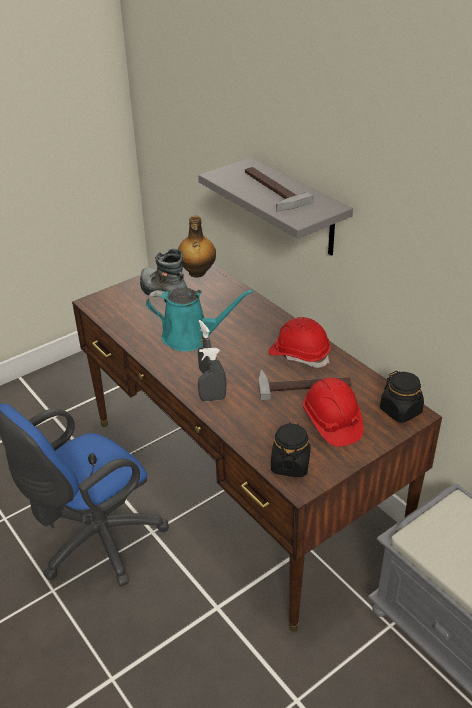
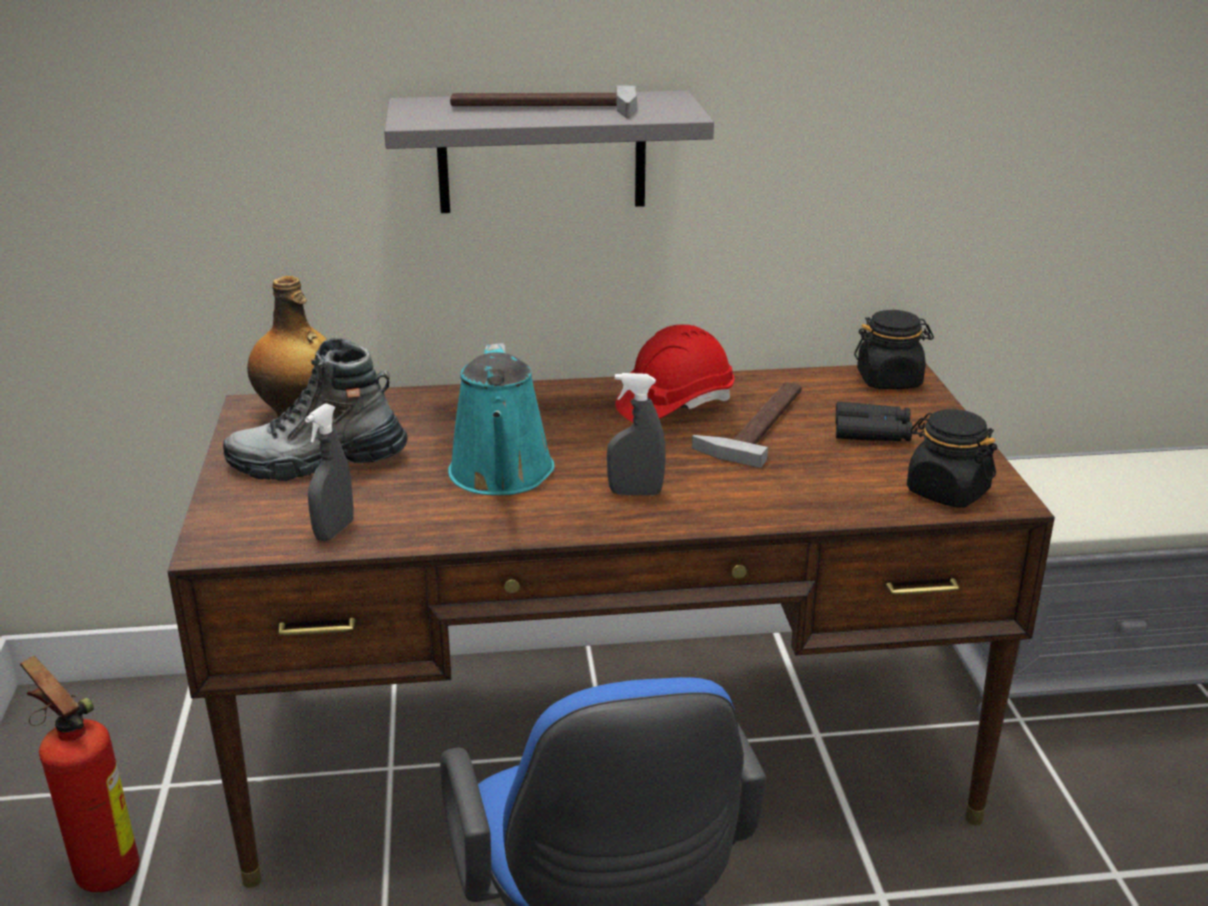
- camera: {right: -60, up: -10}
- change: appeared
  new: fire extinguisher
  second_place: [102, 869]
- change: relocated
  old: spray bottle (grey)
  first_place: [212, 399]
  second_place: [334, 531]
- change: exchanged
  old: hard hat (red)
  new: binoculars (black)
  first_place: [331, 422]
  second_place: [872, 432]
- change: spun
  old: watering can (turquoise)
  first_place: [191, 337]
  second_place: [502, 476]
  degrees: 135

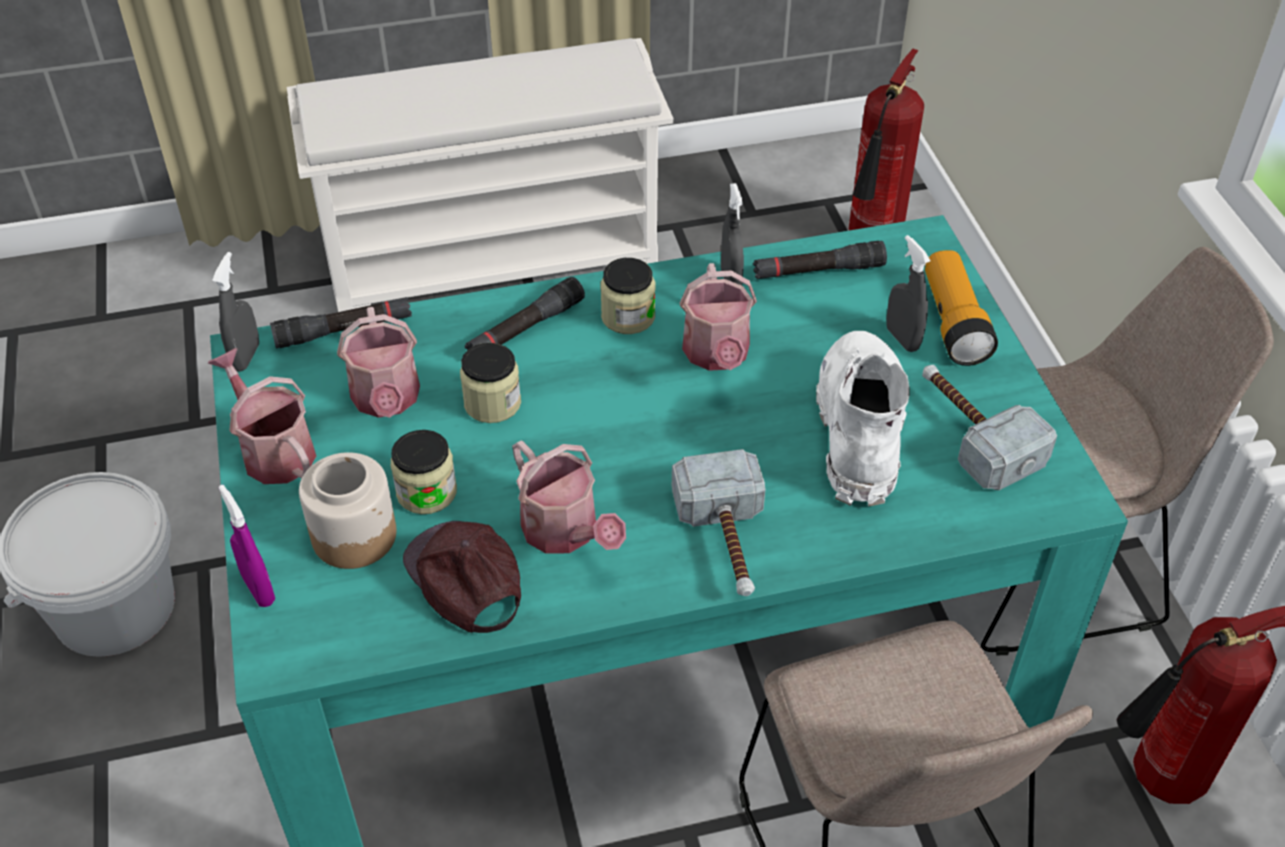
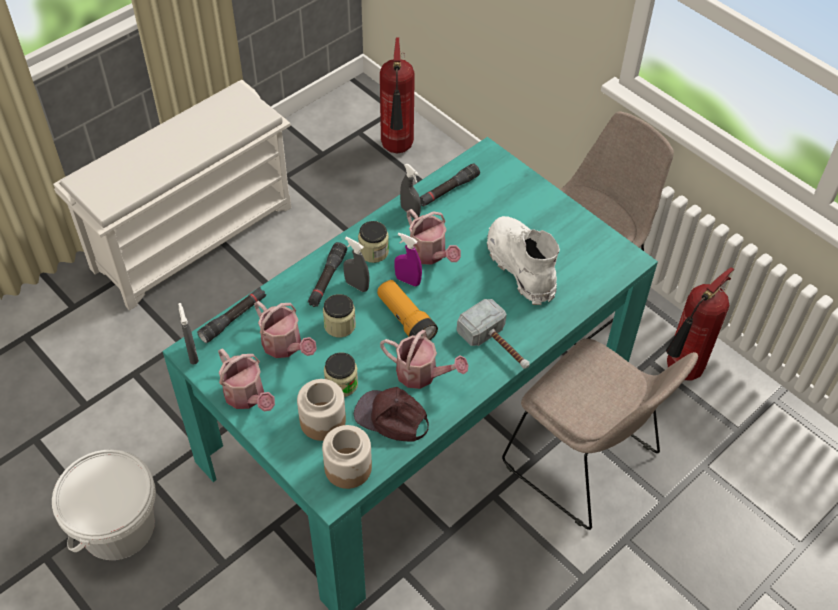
- camera: {right: -30, up: 5}
- change: missing
  old: hammer
  first_place: [971, 433]
- change: appeared
  new: jar
  second_place: [348, 467]
- change: relocated
  old: spray bottle (purple)
  first_place: [259, 589]
  second_place: [407, 280]
- change: relocated
  old: spray bottle (grey)
  first_place: [902, 338]
  second_place: [357, 285]
- change: relocated
  old: flashlight
  first_place: [953, 323]
  second_place: [405, 320]
- change: spun
  old: watering can
  first_place: [273, 450]
  second_place: [247, 397]
  degrees: -150

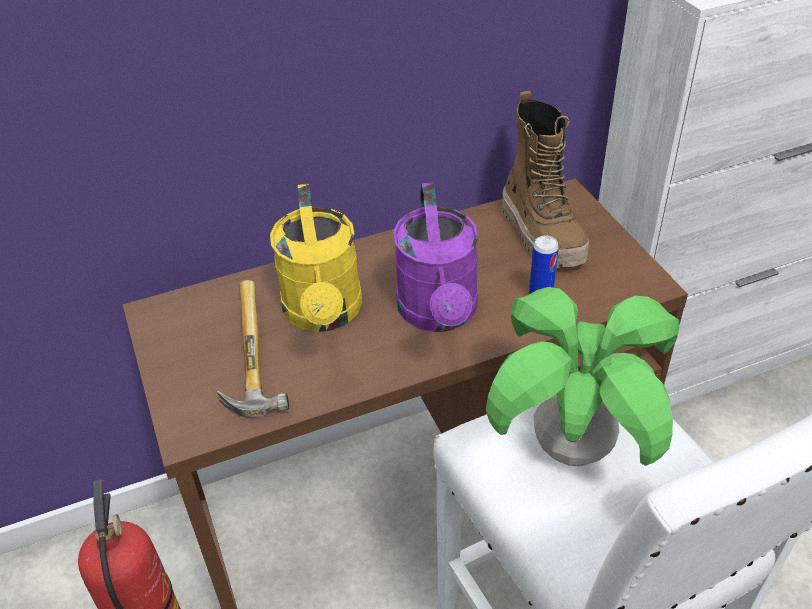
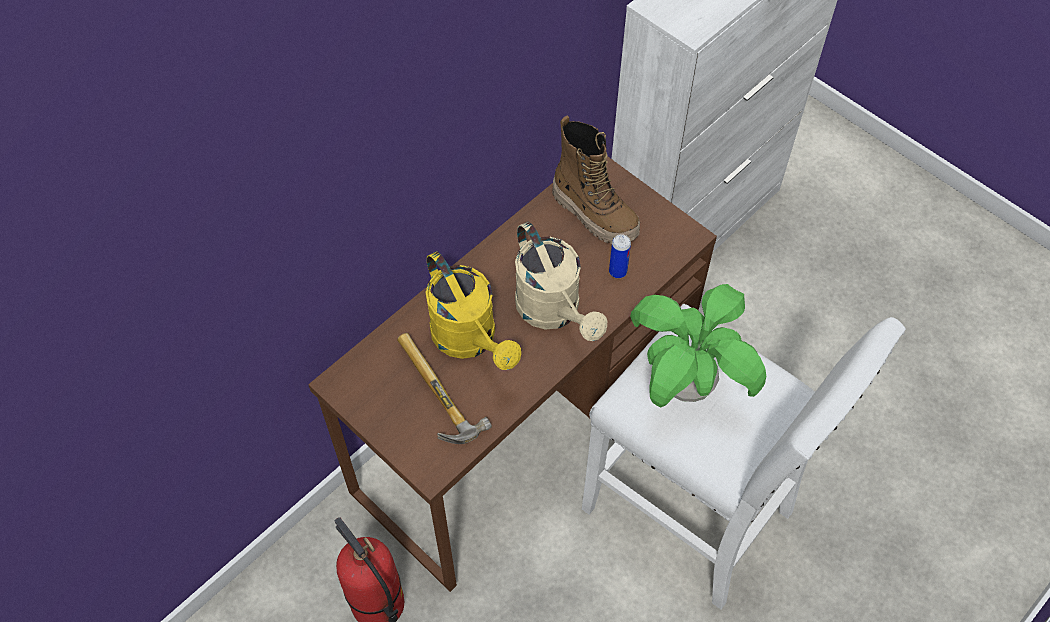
- camera: {right: -25, up: 15}
- change: colour
  old: watering can (purple)
  new: watering can (beige)
  first_place: [439, 314]
  second_place: [554, 312]

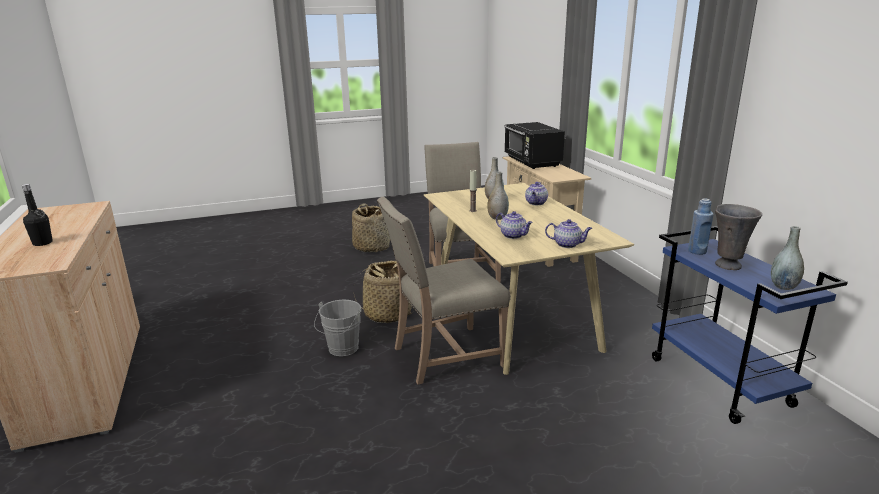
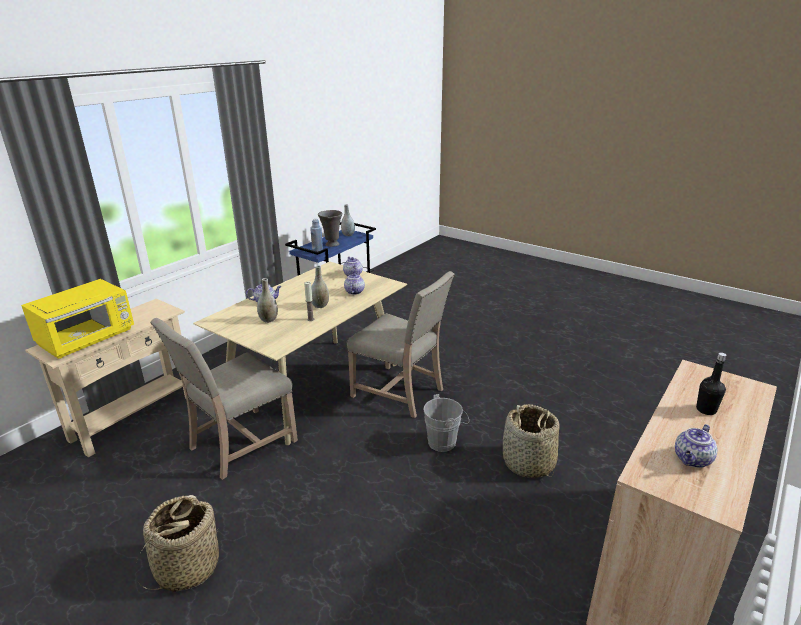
- camera: {right: -125, up: 5}
- change: appeared
  new: teapot
  second_place: [692, 460]
- change: relocated
  old: basket
  first_place: [387, 314]
  second_place: [528, 463]
- change: colour
  old: microwave (black)
  new: microwave (yellow)
  first_place: [532, 162]
  second_place: [88, 339]

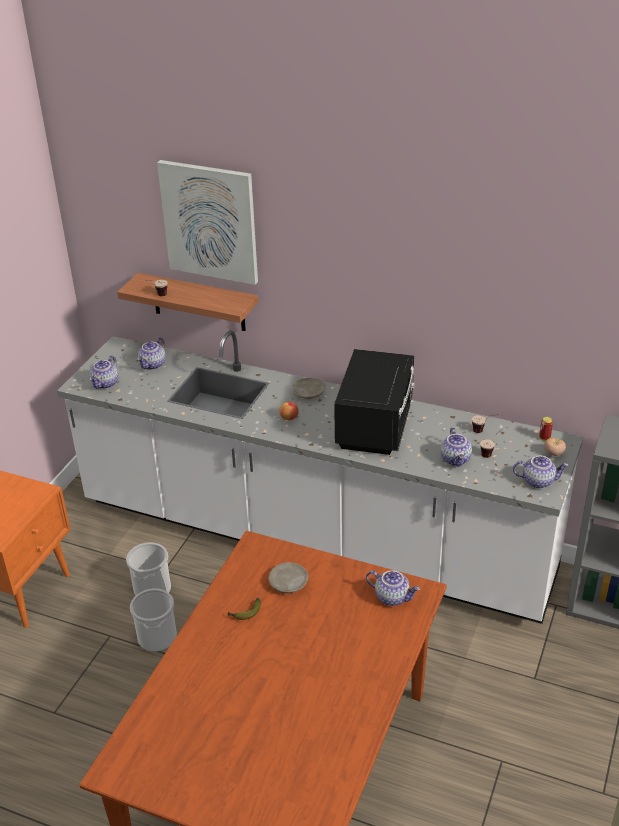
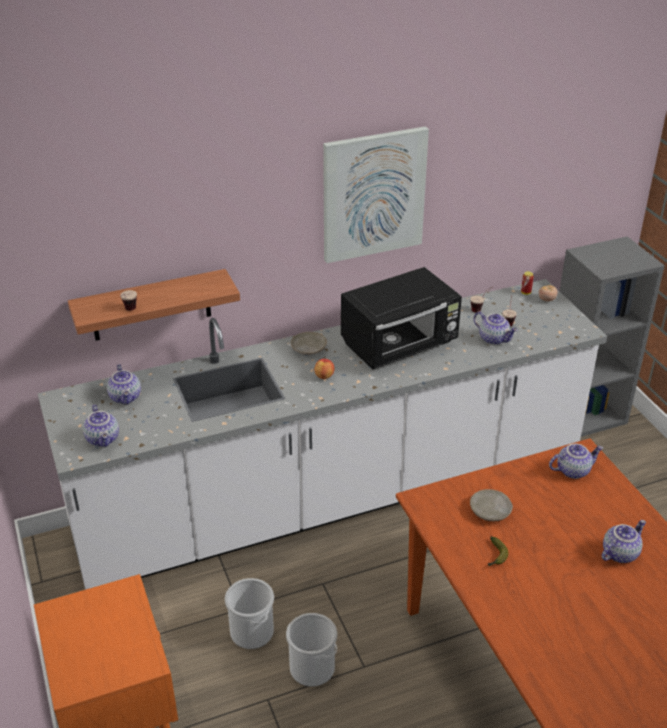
- camera: {right: -45, up: 0}
- change: relocated
  old: picture
  first_place: [210, 221]
  second_place: [373, 194]
- change: relocated
  old: teapot
  first_place: [538, 481]
  second_place: [619, 553]
- change: spun
  old: microwave (black)
  first_place: [376, 425]
  second_place: [400, 345]
  degrees: 90

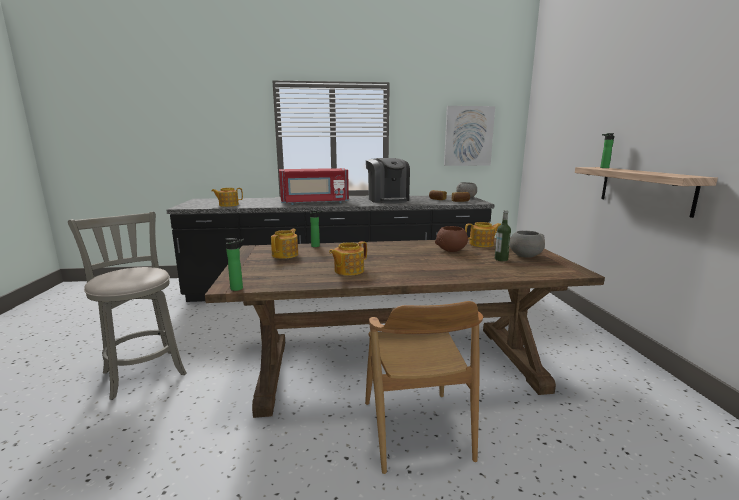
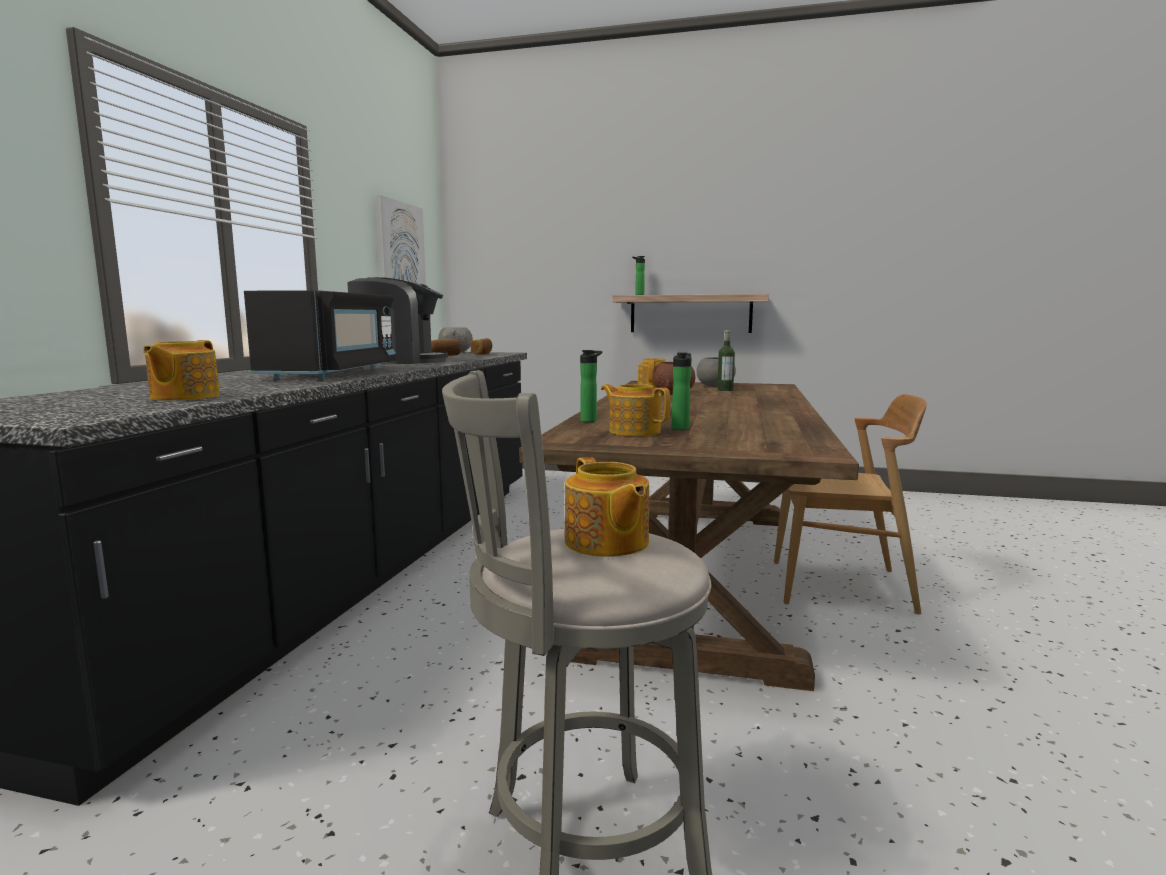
- camera: {right: -70, up: -5}
- change: relocated
  old: bottle
  first_place: [238, 288]
  second_place: [681, 428]
- change: relocated
  old: teapot
  first_place: [348, 271]
  second_place: [606, 543]
- change: colour
  old: microwave (red)
  new: microwave (black)
  first_place: [314, 202]
  second_place: [332, 373]

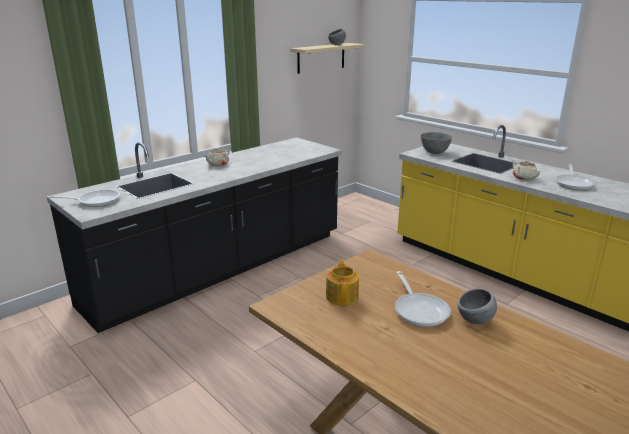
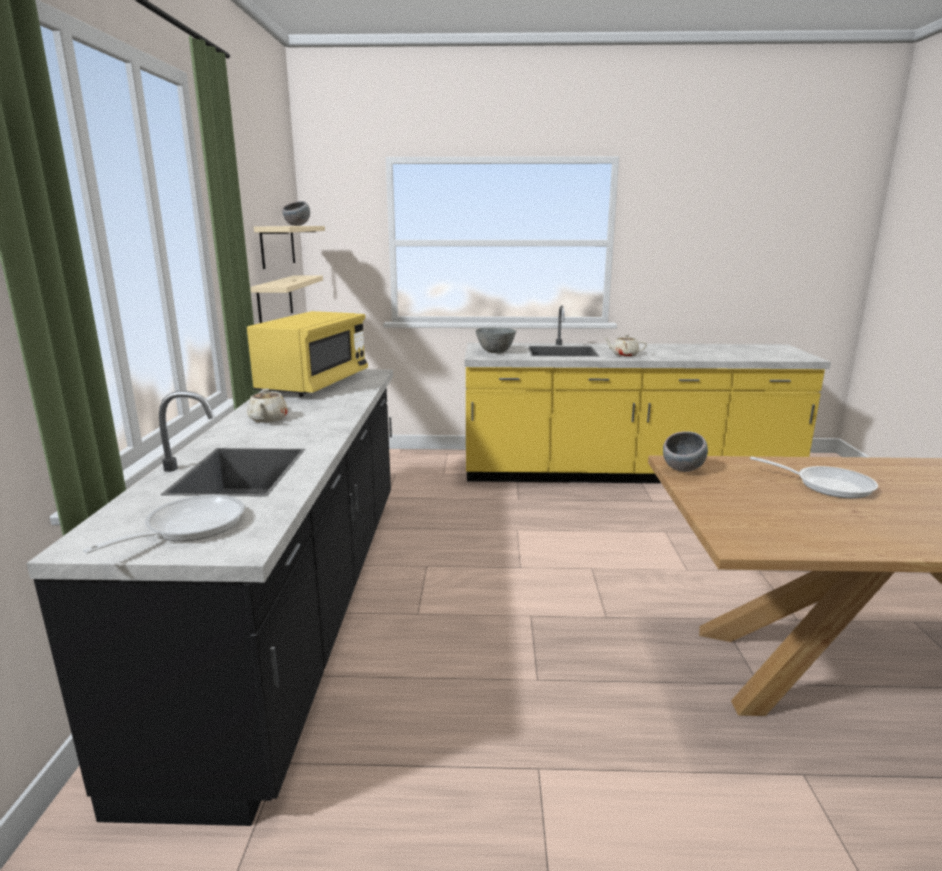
- camera: {right: -45, up: -5}
- change: missing
  old: teapot
  first_place: [342, 296]
- change: missing
  old: frying pan
  first_place: [573, 183]
- change: appeared
  new: microwave (yellow)
  second_place: [314, 384]
- change: appeared
  new: shelf (beige)
  second_place: [275, 300]
- change: relocated
  old: bowl (grey)
  first_place: [475, 320]
  second_place: [683, 470]

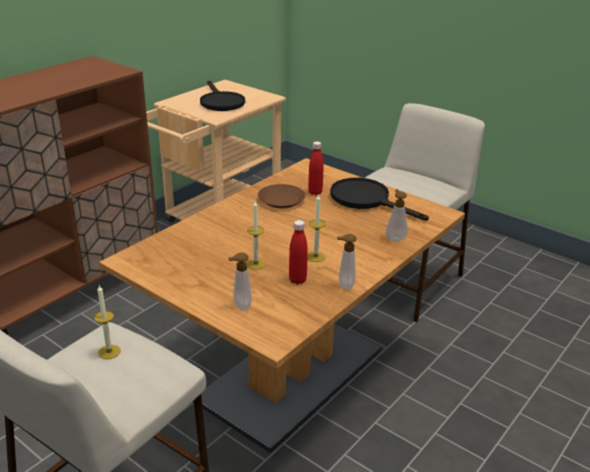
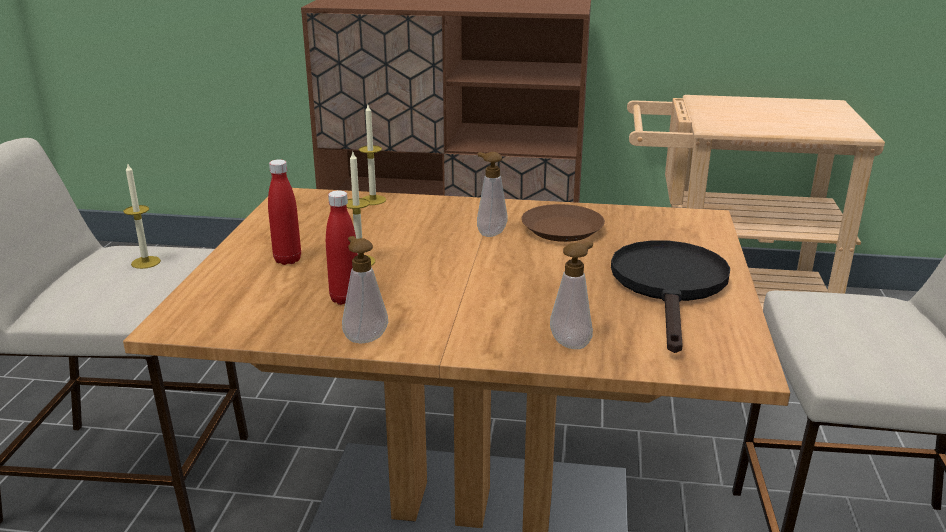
- camera: {right: 60, up: -5}
- change: missing
  old: frying pan (black)
  first_place: [220, 102]
- change: relocated
  old: soap dispenser
  first_place: [240, 306]
  second_place: [489, 233]
- change: relocated
  old: candle
  first_place: [315, 257]
  second_place: [373, 200]
- change: relocated
  old: bottle (red)
  first_place: [315, 192]
  second_place: [287, 260]

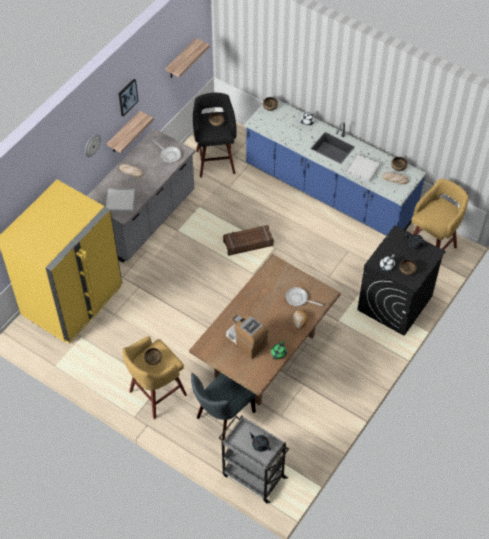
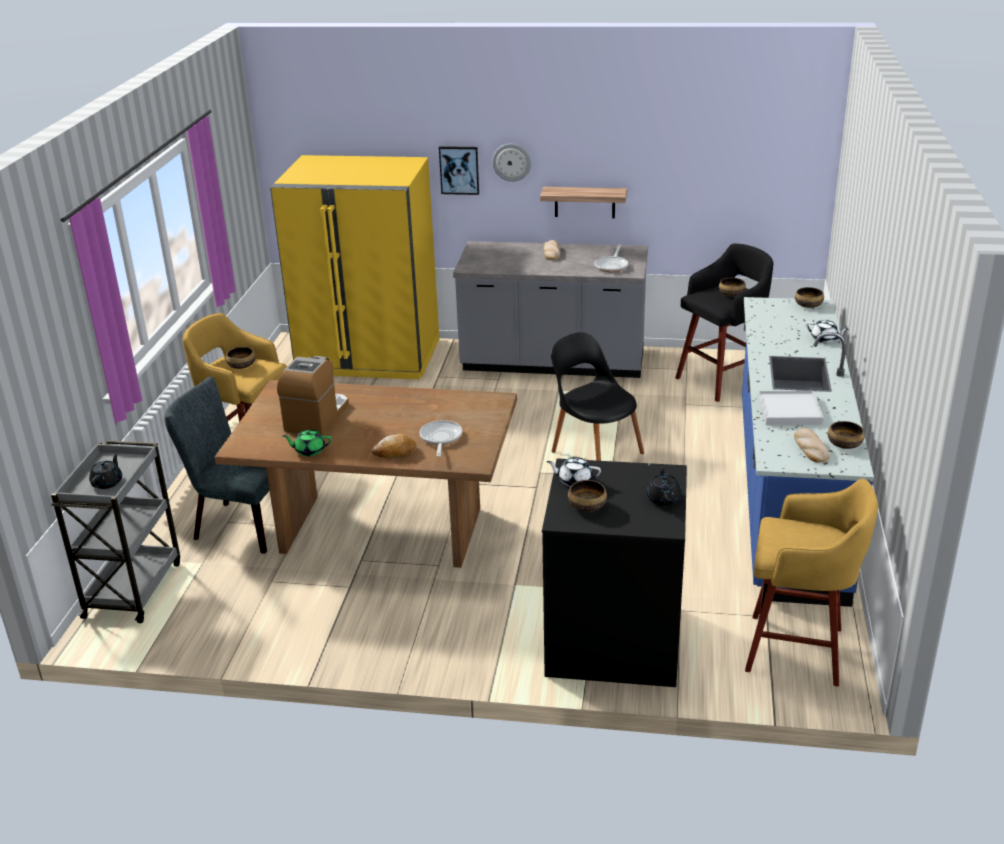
- camera: {right: 65, up: -25}
- change: missing
  old: tray (white)
  first_place: [120, 201]
- change: missing
  old: shelf
  first_place: [181, 59]
- change: relocated
  old: picture
  first_place: [127, 97]
  second_place: [459, 170]
- change: exchanged
  old: crate
  new: chair (black)
  first_place: [248, 243]
  second_place: [595, 450]

